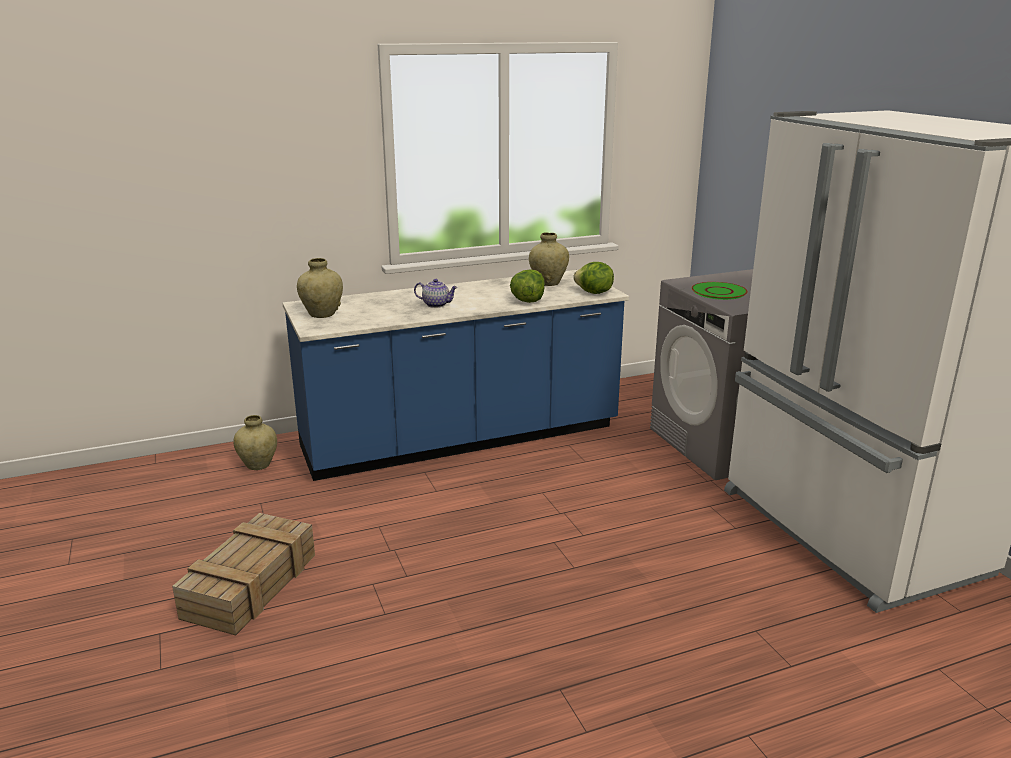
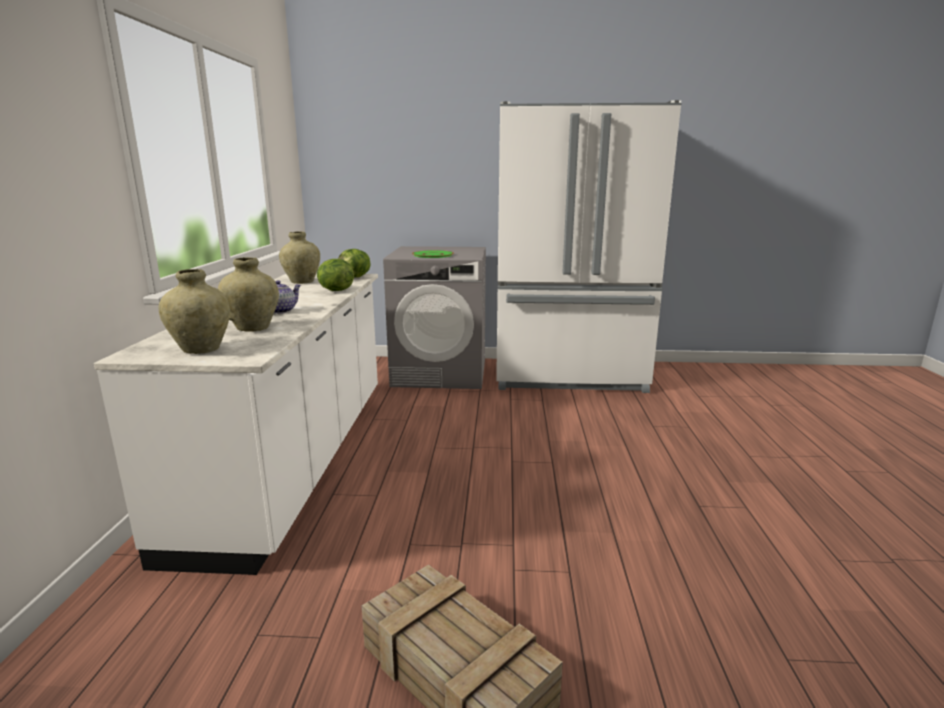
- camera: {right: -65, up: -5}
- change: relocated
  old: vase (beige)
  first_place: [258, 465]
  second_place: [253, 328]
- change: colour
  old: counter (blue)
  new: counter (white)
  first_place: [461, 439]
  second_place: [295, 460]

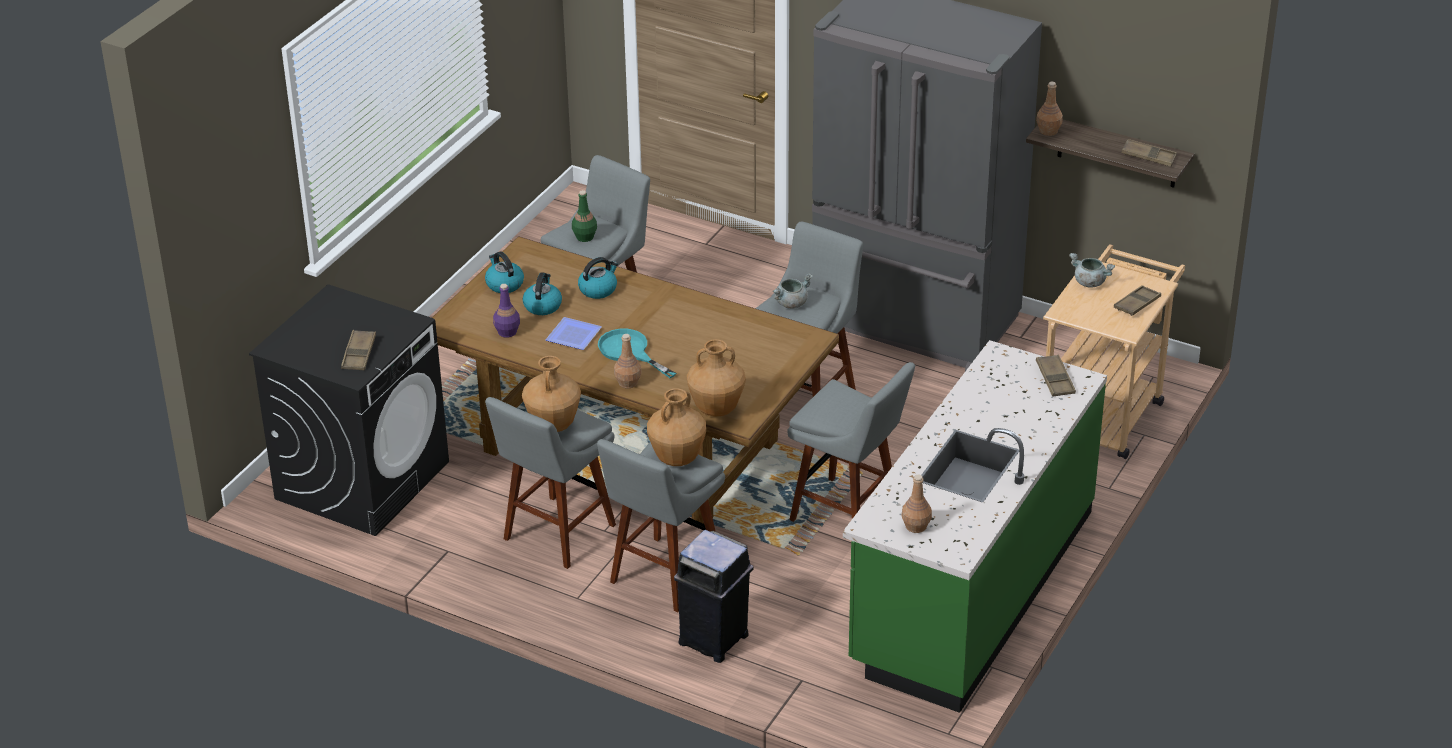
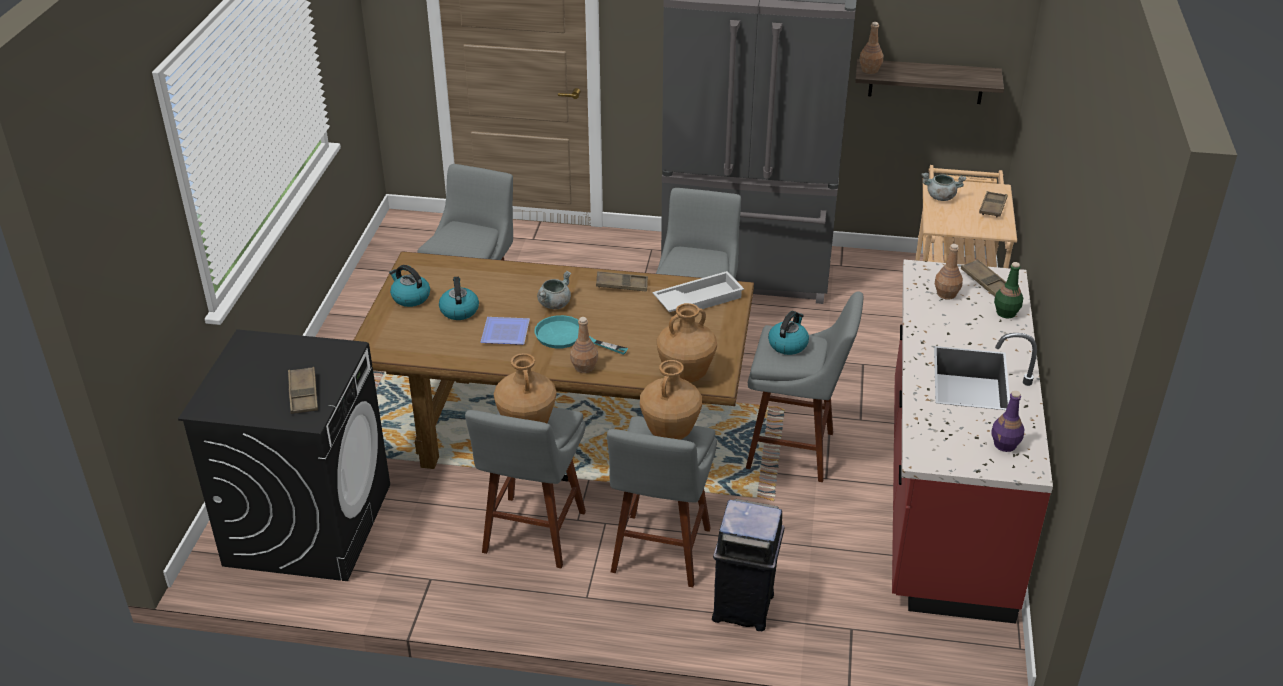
- camera: {right: -20, up: 0}
- change: appeared
  new: tray (white)
  second_place: [698, 299]
- change: relocated
  old: bottle (purple)
  first_place: [507, 332]
  second_place: [1005, 445]
- change: relocated
  old: bottle (green)
  first_place: [584, 237]
  second_place: [1005, 313]
- change: relocated
  old: kettle
  first_place: [598, 289]
  second_place: [788, 344]
- change: relocated
  old: cooking pot (grey)
  first_place: [791, 303]
  second_place: [554, 304]
- change: relocated
  old: bottle (brown)
  first_place: [915, 526]
  second_place: [946, 294]
- change: relocated
  old: tray (brown)
  first_place: [1148, 157]
  second_place: [622, 285]
- change: colour
  old: counter (green)
  new: counter (red)
  first_place: [971, 588]
  second_place: [945, 495]

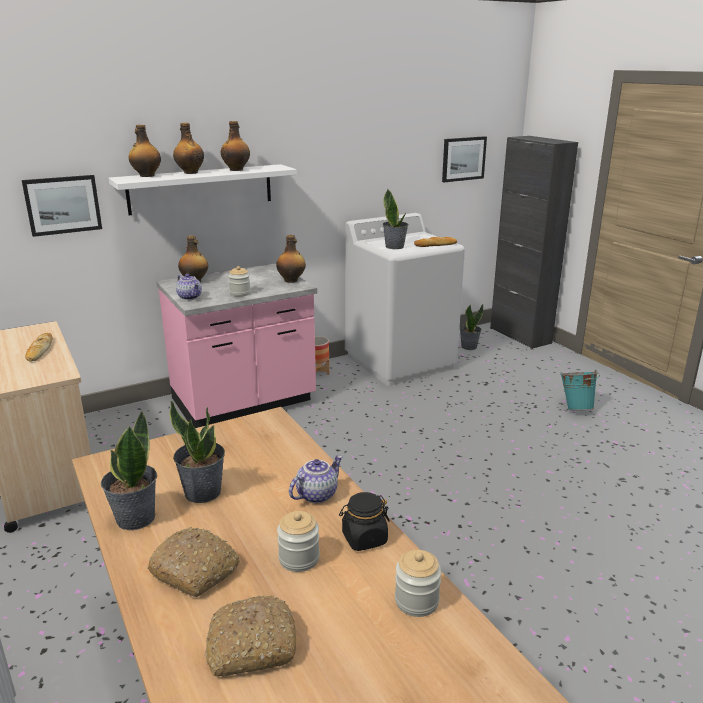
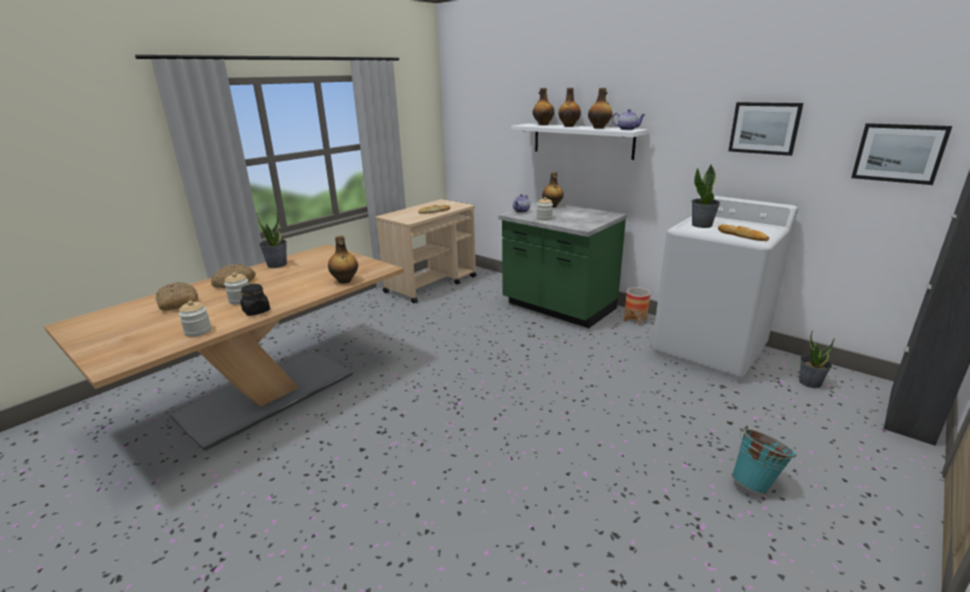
- camera: {right: 70, up: 0}
- change: missing
  old: potted plant
  first_place: [203, 492]
- change: relocated
  old: picture
  first_place: [63, 205]
  second_place: [764, 128]
- change: relocated
  old: bottle
  first_place: [291, 280]
  second_place: [345, 281]
- change: relocated
  old: teapot
  first_place: [316, 494]
  second_place: [627, 129]
- change: colour
  old: counter (pink)
  new: counter (green)
  first_place: [244, 402]
  second_place: [558, 307]

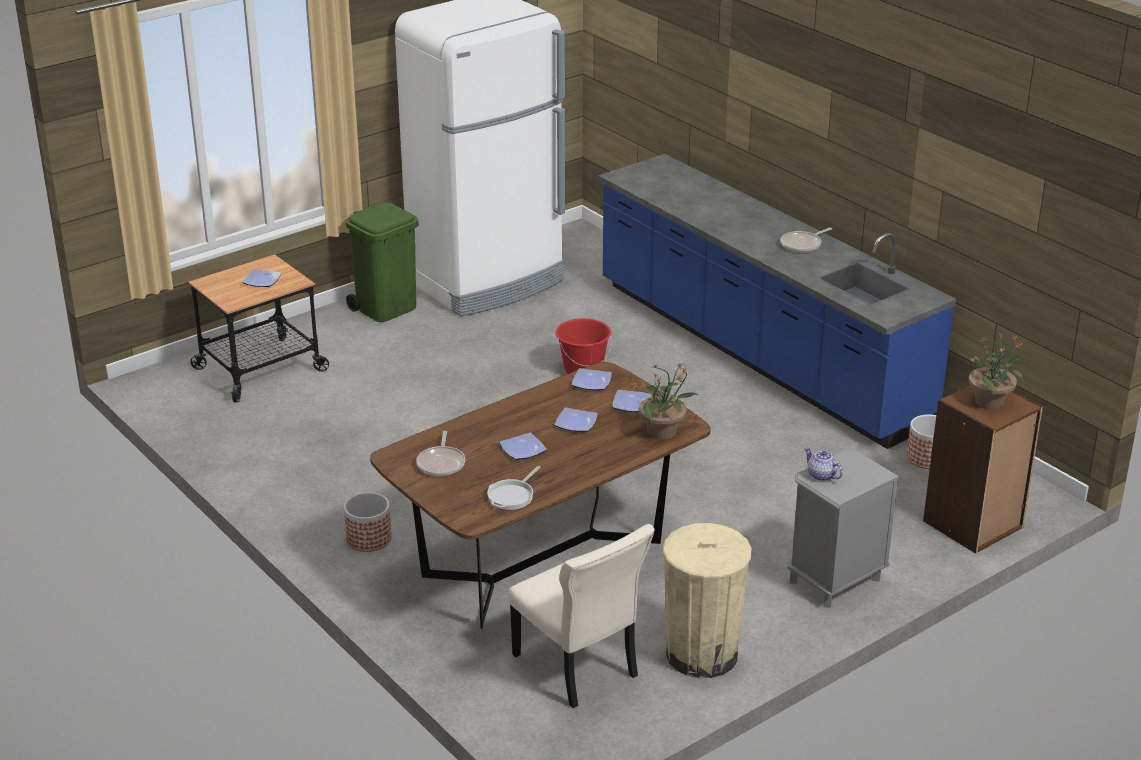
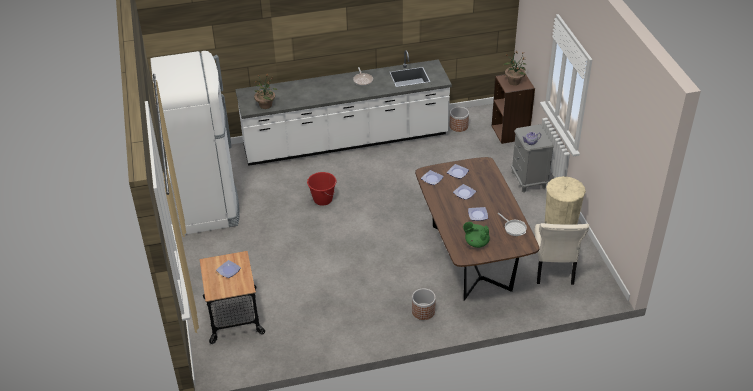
- camera: {right: -65, up: 10}
- change: missing
  old: trash can (green)
  first_place: [386, 308]
- change: relocated
  old: potted plant
  first_place: [663, 431]
  second_place: [266, 105]
- change: exchanged
  old: frying pan
  new: teapot (green)
  first_place: [441, 463]
  second_place: [476, 243]
- change: colour
  old: counter (blue)
  new: counter (white)
  first_place: [757, 353]
  second_place: [346, 142]
- change: spun
  old: chair (beige)
  first_place: [577, 668]
  second_place: [553, 270]
  degrees: 105

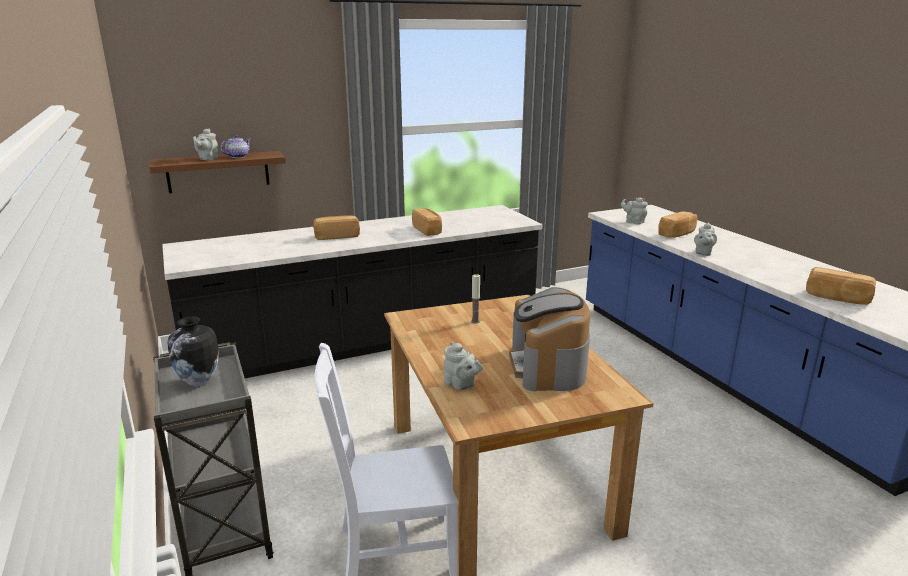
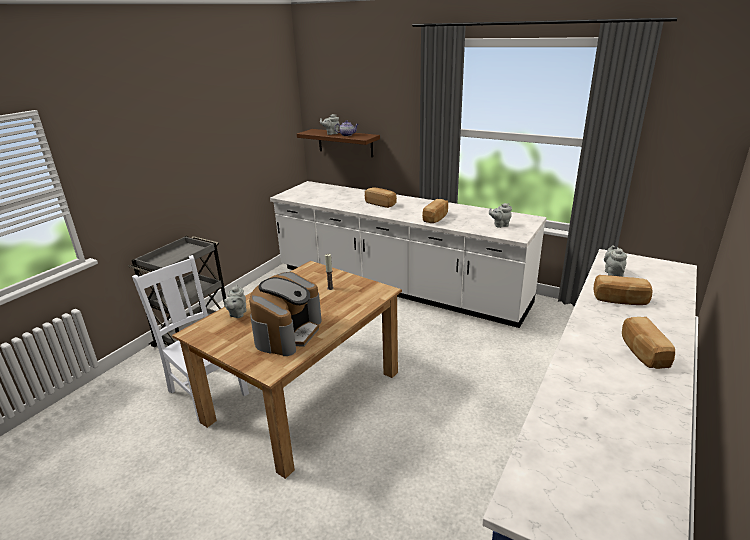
- camera: {right: 55, up: 5}
- change: missing
  old: vase
  first_place: [198, 382]
- change: relocated
  old: teapot (grey)
  first_place: [703, 253]
  second_place: [500, 225]
- change: relocated
  old: bread
  first_place: [837, 298]
  second_place: [642, 352]
- change: colour
  old: counter (black)
  new: counter (white)
  first_place: [367, 342]
  second_place: [398, 286]
- change: spun
  old: coffee machine
  first_place: [548, 367]
  second_place: [288, 332]
  degrees: 150

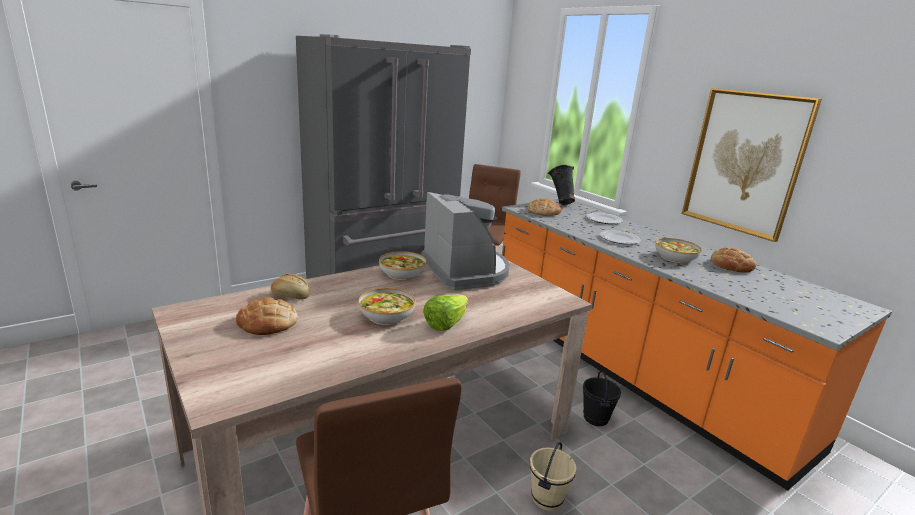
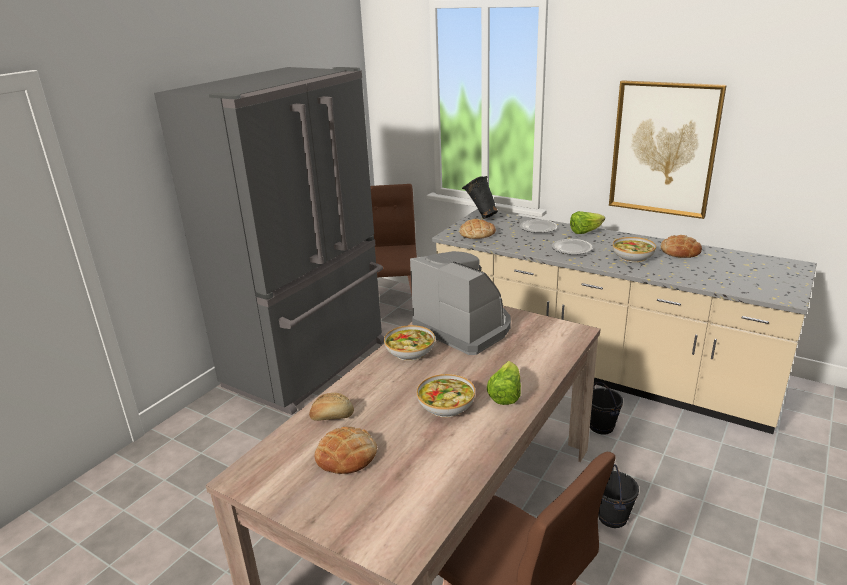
- camera: {right: -20, up: 5}
- change: appeared
  new: lettuce
  second_place: [585, 232]
- change: colour
  old: counter (orange)
  new: counter (beige)
  first_place: [630, 370]
  second_place: [598, 368]
- change: colour
  old: bucket (beige)
  new: bucket (black)
  first_place: [547, 499]
  second_place: [613, 517]

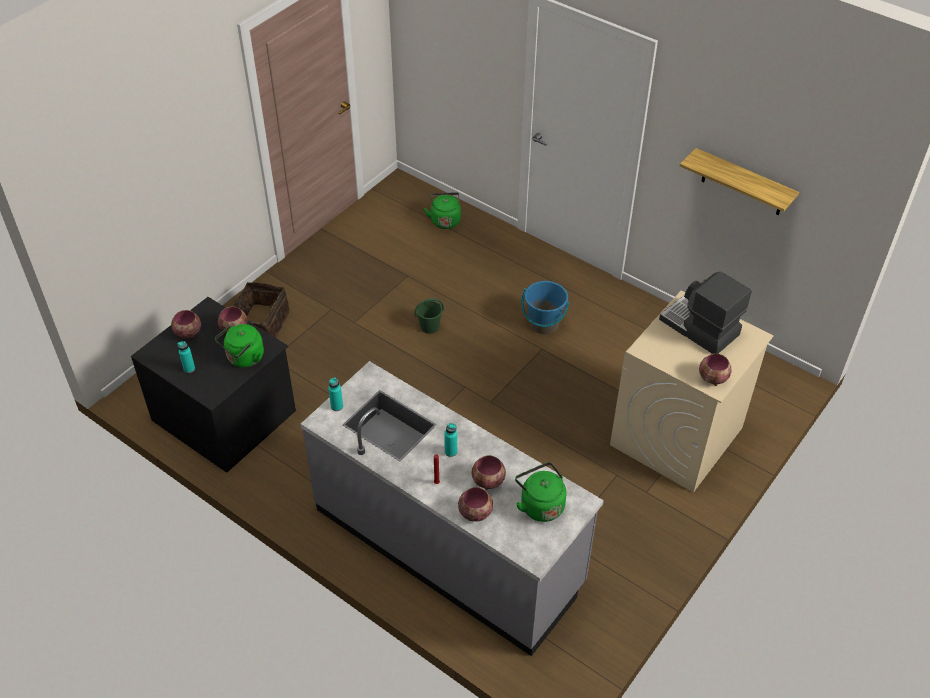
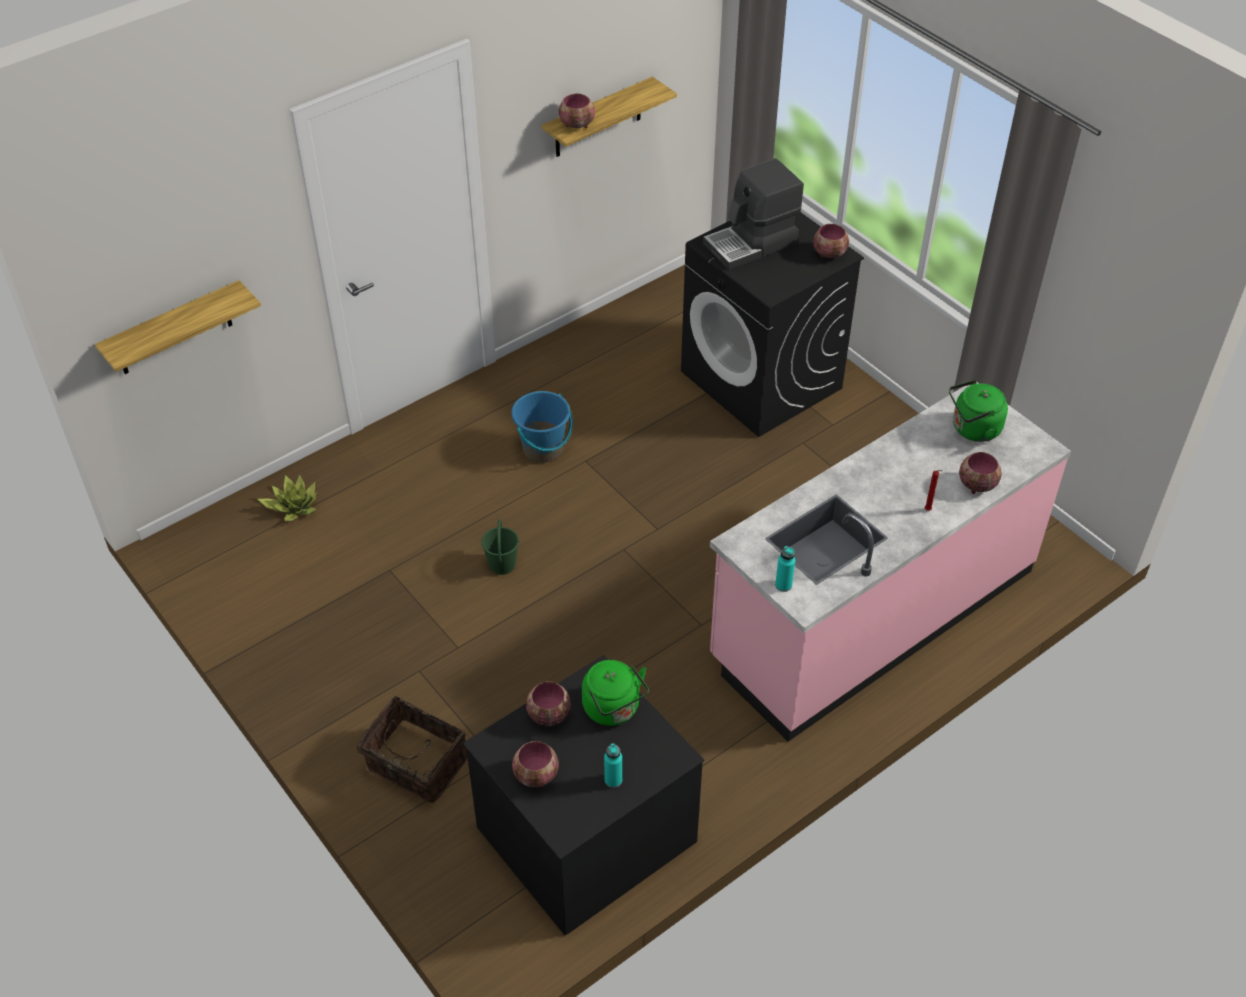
- camera: {right: -75, up: 0}
- change: missing
  old: bottle (turquoise)
  first_place: [451, 451]
- change: appeared
  new: shelf
  second_place: [173, 330]
- change: relocated
  old: bowl
  first_place: [488, 482]
  second_place: [578, 125]
- change: exchanged
  old: kettle (green)
  new: potted plant
  first_place: [445, 220]
  second_place: [293, 506]
- change: colour
  old: counter (grey)
  new: counter (pink)
  first_place: [448, 546]
  second_place: [872, 614]
- change: colour
  old: washing machine (beige)
  new: washing machine (black)
  first_place: [676, 437]
  second_place: [762, 380]

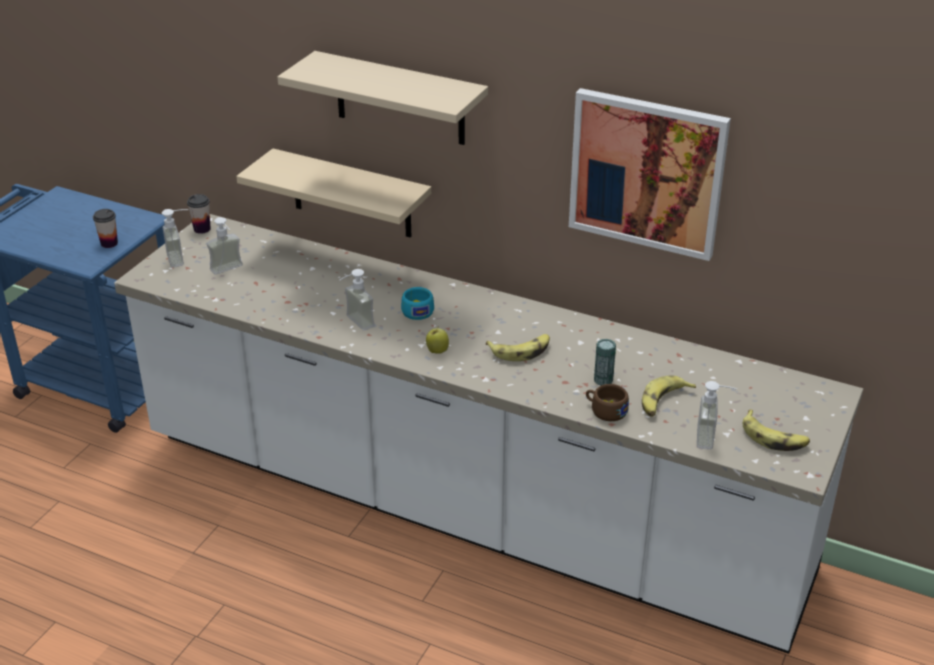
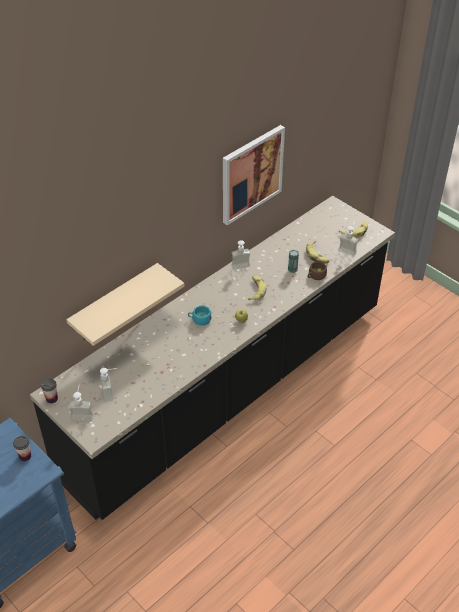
- camera: {right: -70, up: 10}
- change: missing
  old: shelf (beige)
  first_place: [400, 99]
- change: relocated
  old: soap dispenser
  first_place: [354, 324]
  second_place: [241, 268]
- change: colour
  old: counter (white)
  new: counter (black)
  first_place: [467, 509]
  second_place: [229, 390]

